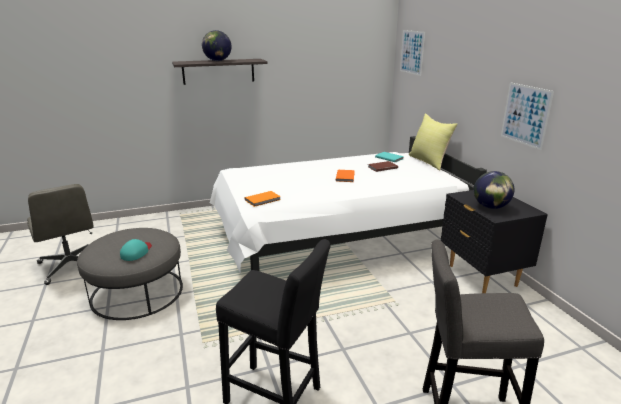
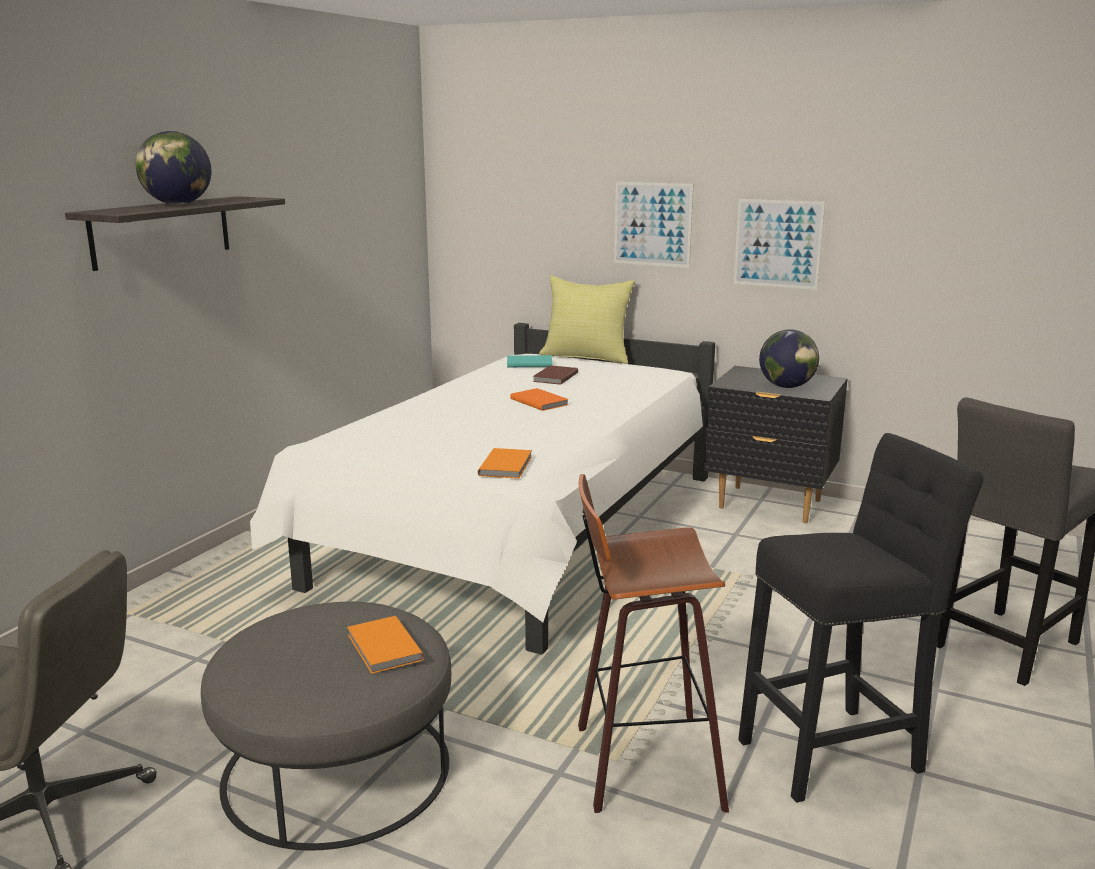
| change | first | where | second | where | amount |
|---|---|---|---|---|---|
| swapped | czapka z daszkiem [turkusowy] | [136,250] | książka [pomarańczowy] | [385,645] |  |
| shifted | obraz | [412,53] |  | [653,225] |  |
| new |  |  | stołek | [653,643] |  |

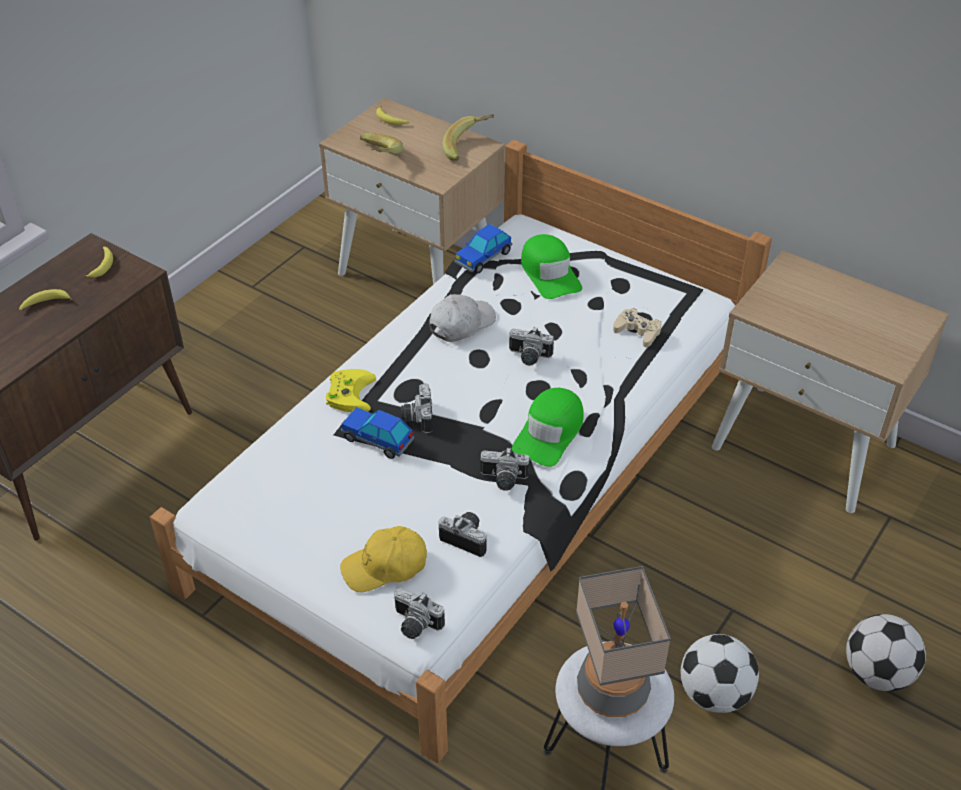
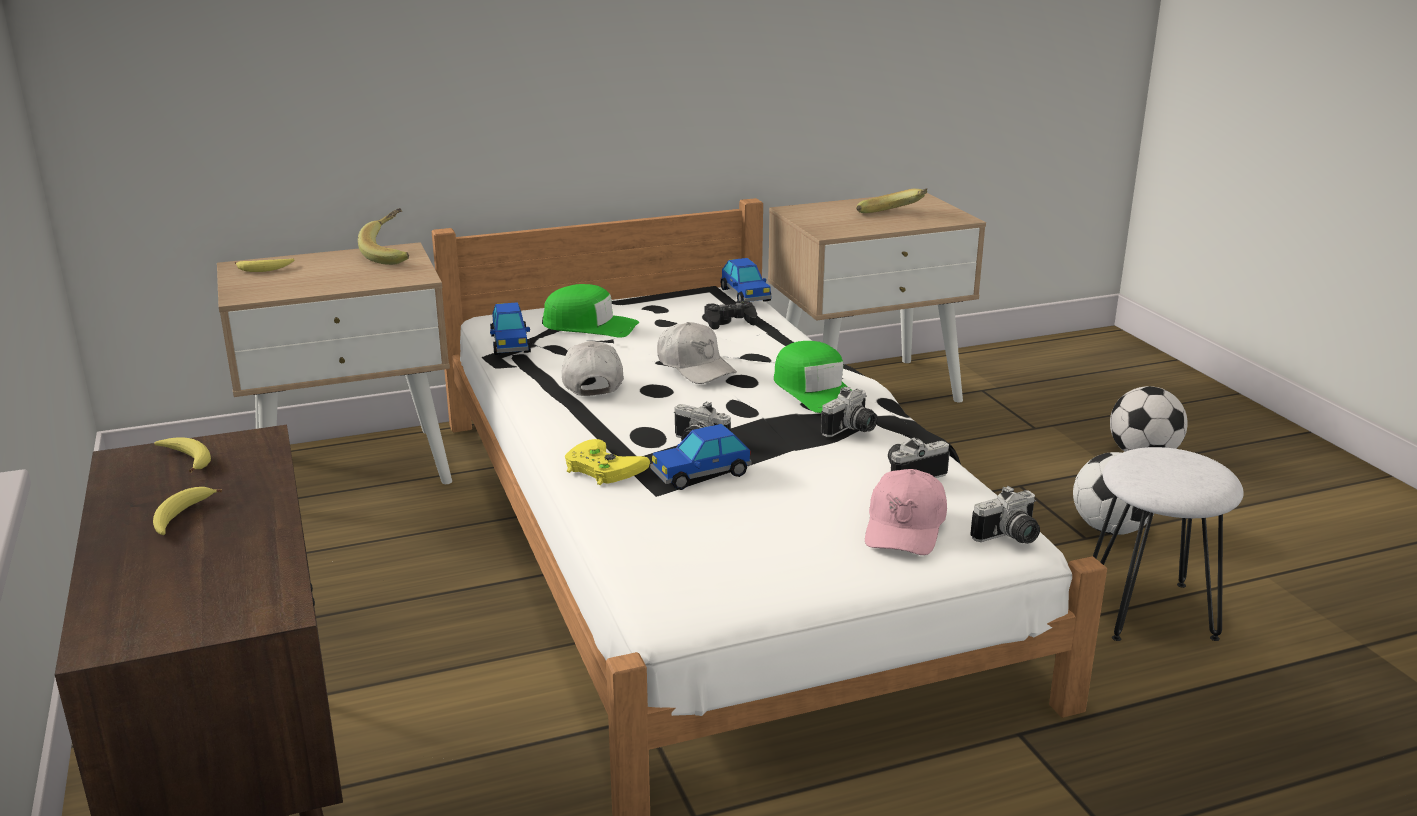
| change | first | where | second | where | amount |
|---|---|---|---|---|---|
| repainted | czapka z daszkiem [żółty] | [383,559] | czapka z daszkiem [różowy] | [906,512] |  |
| shifted | banan | [381,144] |  | [891,200] |  |
| swapped | aparat fotograficzny | [531,346] | czapka z daszkiem [biały] | [697,353] |  |
| gone | lampa stołowa | [623,641] |  |  |  |
| repainted | pad do gier [beżowy] | [637,327] | pad do gier [czarny] | [731,315] |  |
| new |  |  | samochodzik | [746,280] |  |

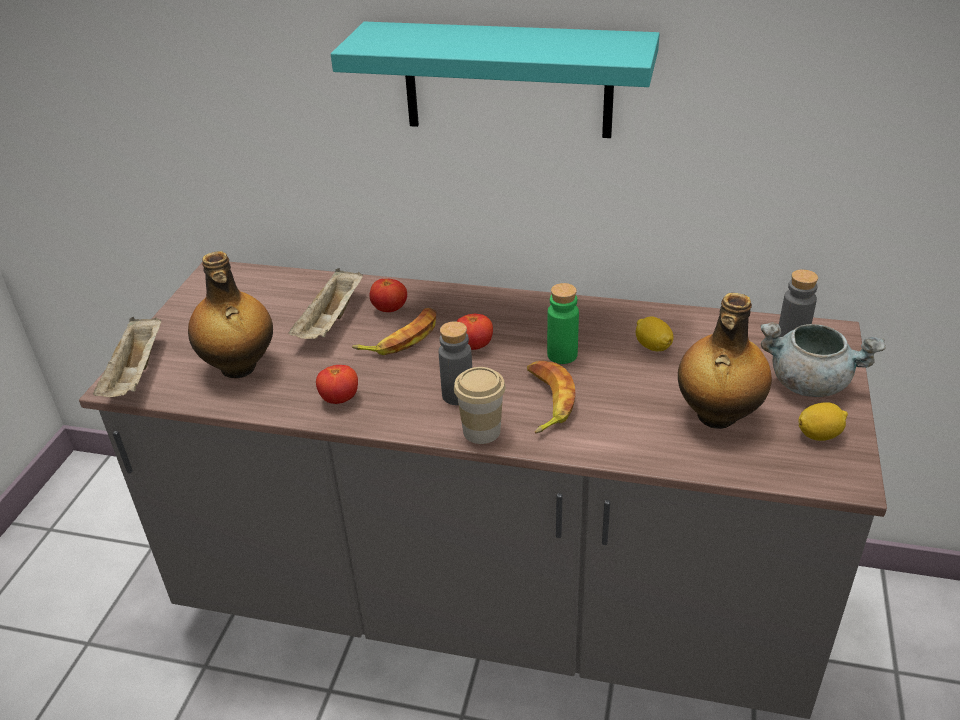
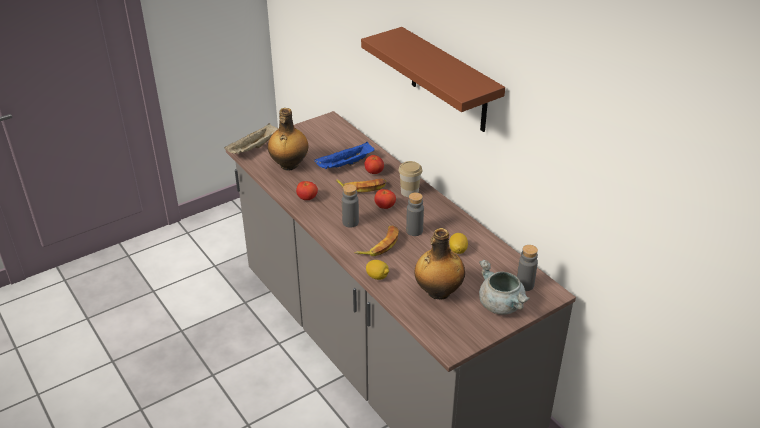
| change | first | where | second | where | amount |
|---|---|---|---|---|---|
| repainted | taca [beżowy] | [325,303] | taca [niebieski] | [344,155] |  |
| repainted | półka [turkusowy] | [495,80] | półka [brązowy] | [433,79] |  |
| shifted | filiżanka | [480,405] |  | [410,179] |  |
| repainted | butelka [zielony] | [563,323] | butelka [szary] | [415,214] |  |
| shifted | cytryna | [823,421] |  | [377,270] |  |

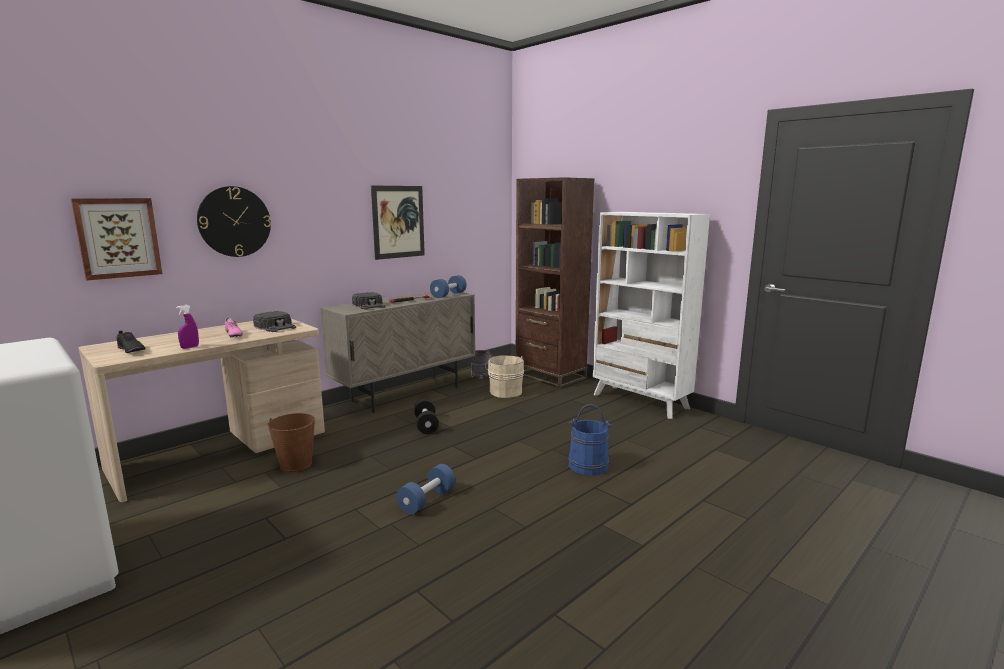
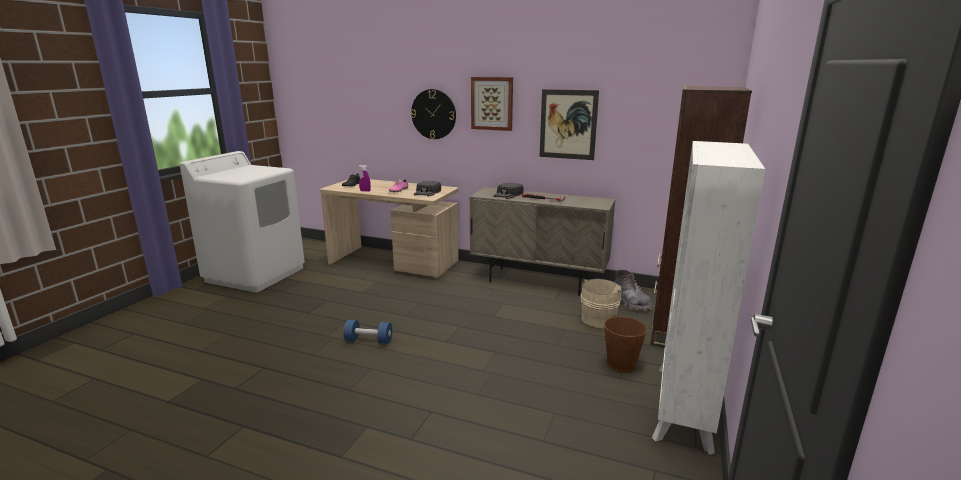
| change | first | where | second | where | amount |
|---|---|---|---|---|---|
| shifted | obraz | [116,239] |  | [492,104] |  |
| shifted | wiadro [brązowy] | [291,443] |  | [625,344] |  |
| gone | hantel [czarny] | [426,416] |  |  |  |
| gone | hantel [niebieski] | [448,286] |  |  |  |
| gone | wiadro [niebieski] | [590,439] |  |  |  |

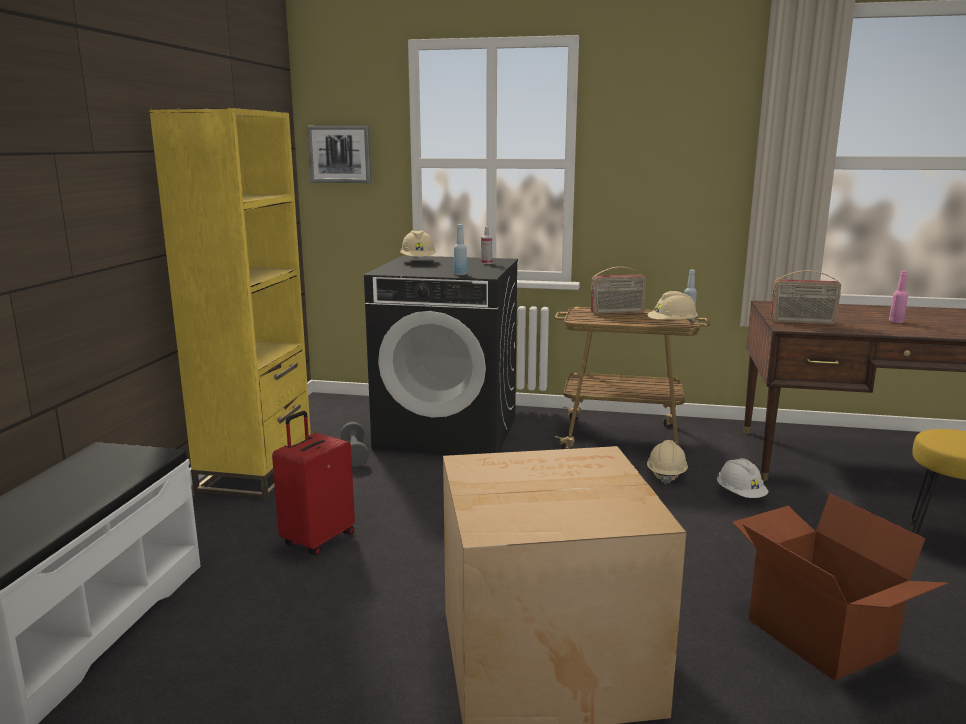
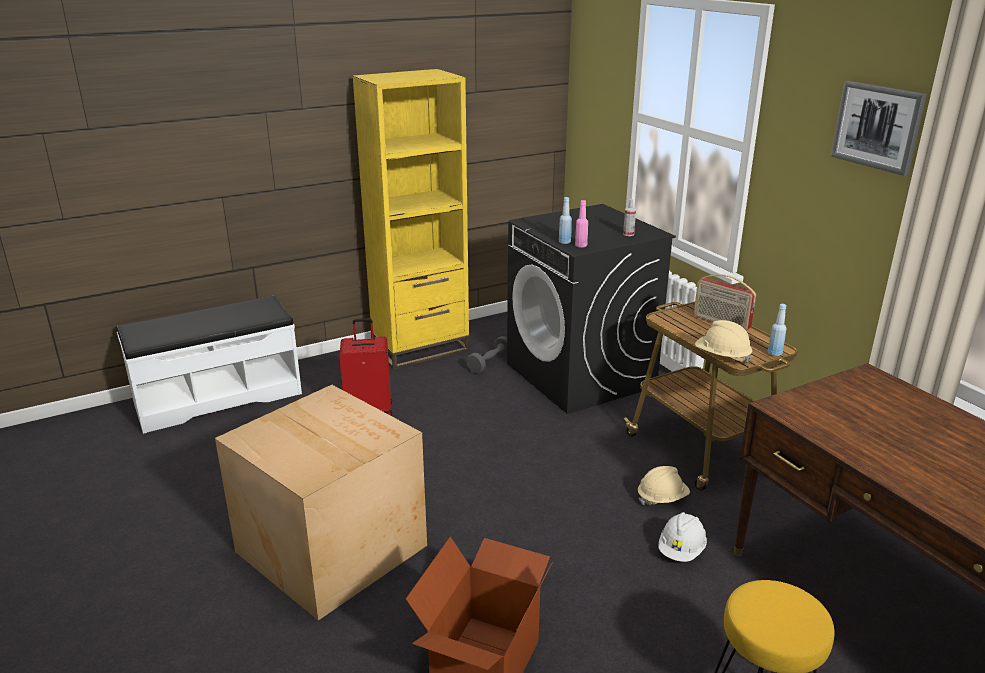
| change | first | where | second | where | amount |
|---|---|---|---|---|---|
| shifted | obraz | [339,154] |  | [879,128] |  |
| gone | kask [beżowy] | [418,244] |  |  |  |
| gone | radio | [806,297] |  |  |  |
| shifted | butelka [różowy] | [898,296] |  | [581,224] |  |

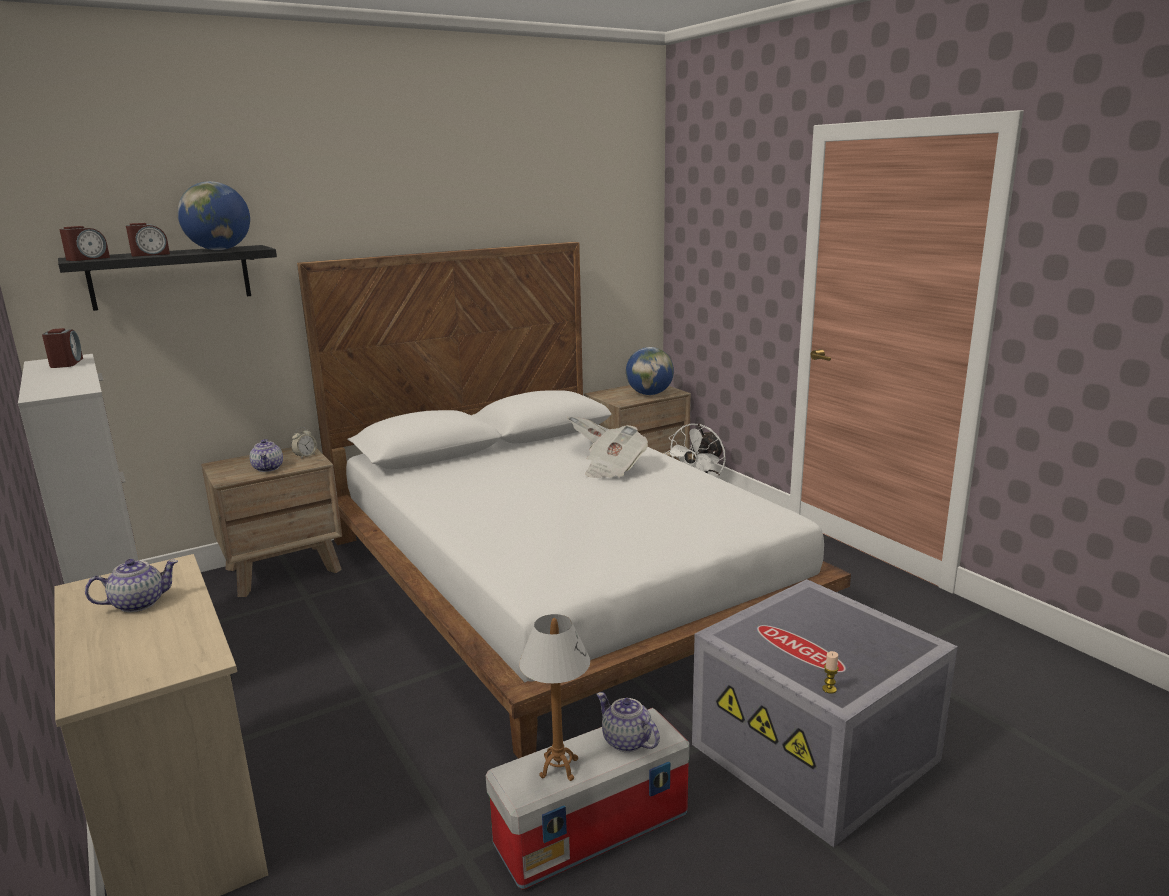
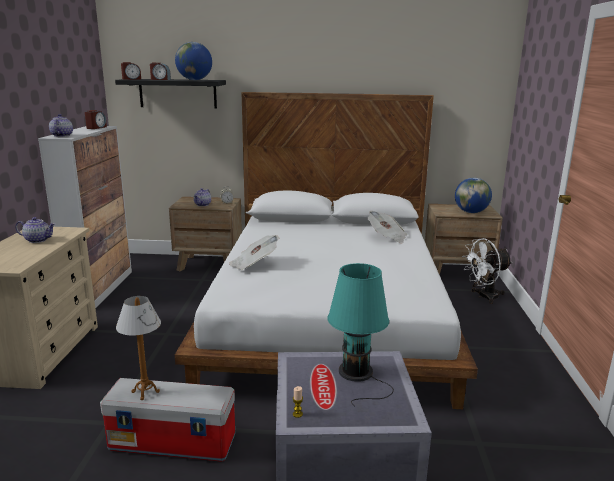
| change | first | where | second | where | amount |
|---|---|---|---|---|---|
| shifted | gazeta | [616,451] |  | [254,252] |  |
| shifted | imbryk | [628,722] |  | [61,125] |  |
| new |  |  | lampa stołowa [turkusowy] | [360,335] |  |

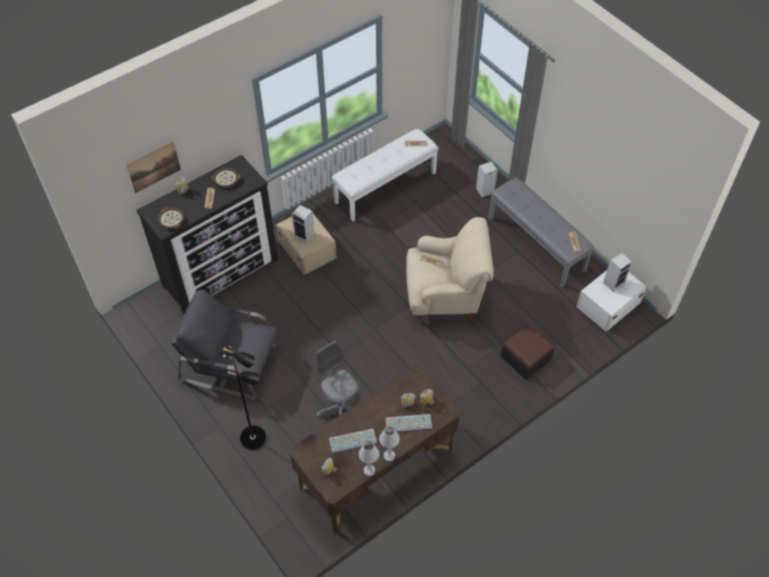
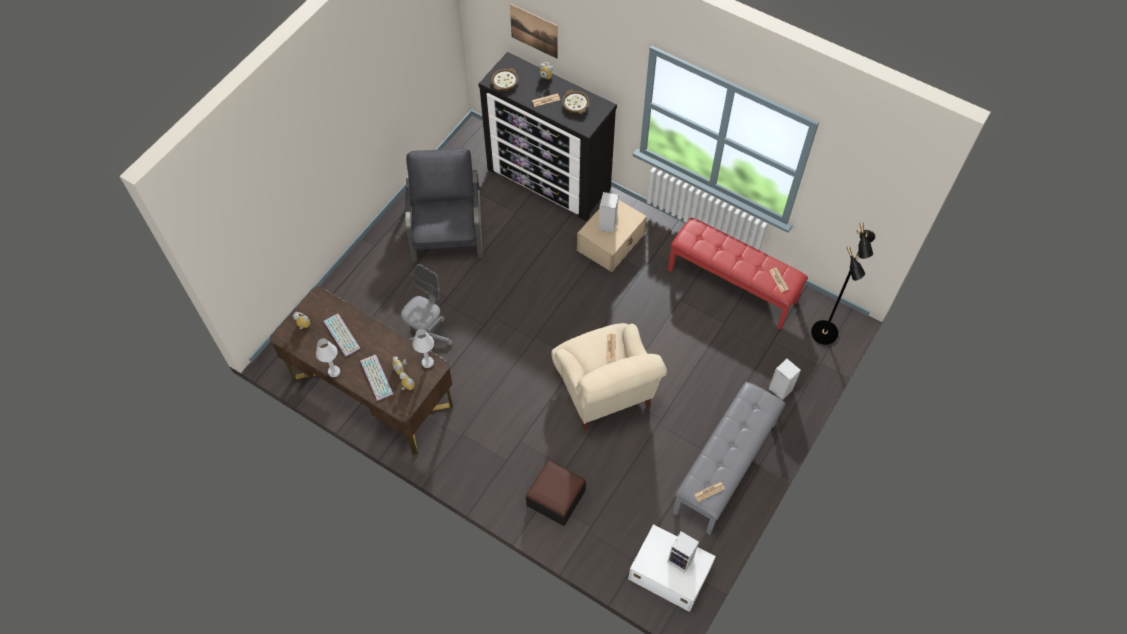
| change | first | where | second | where | amount |
|---|---|---|---|---|---|
| shifted | lampa stojąca [czarny] | [242,398] |  | [843,283] |  |
| repainted | ławka [biały] | [385,175] | ławka [czerwony] | [738,273] |  |
| shifted | lampa stołowa [biały] | [369,458] |  | [423,348] |  |

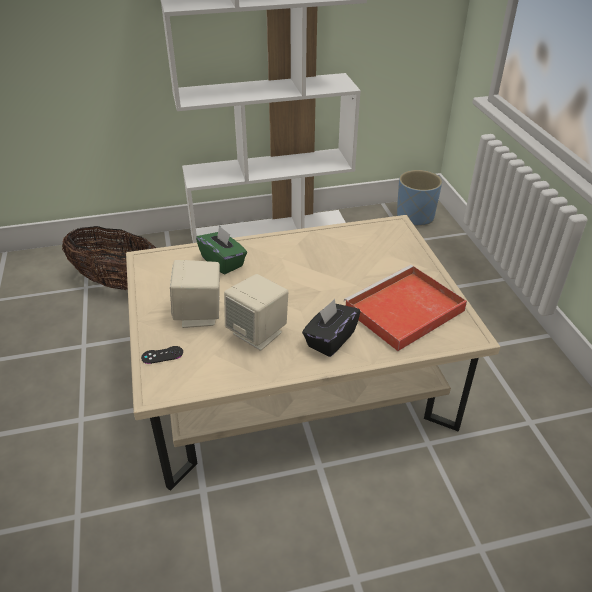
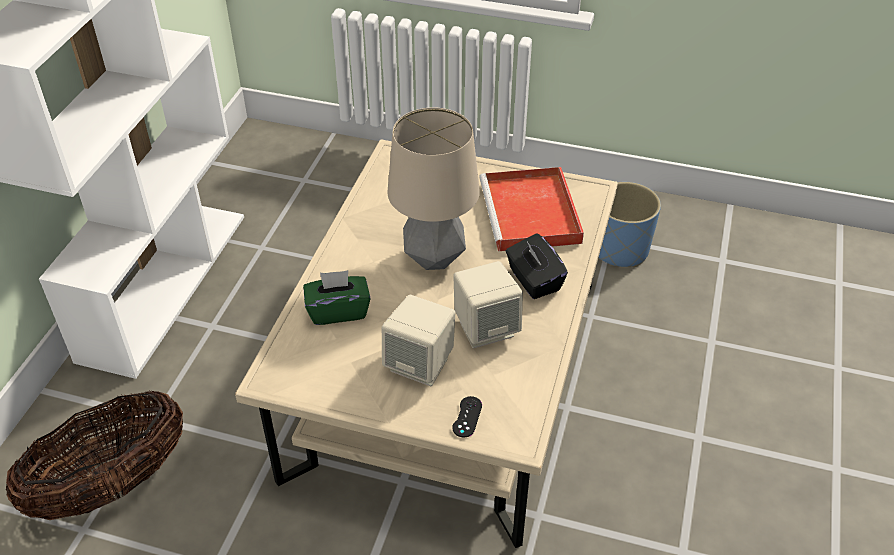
| change | first | where | second | where | amount |
|---|---|---|---|---|---|
| shifted | donica [niebieski] | [419,198] |  | [629,224] |  |
| new |  |  | lampa stołowa | [433,189] |  |

